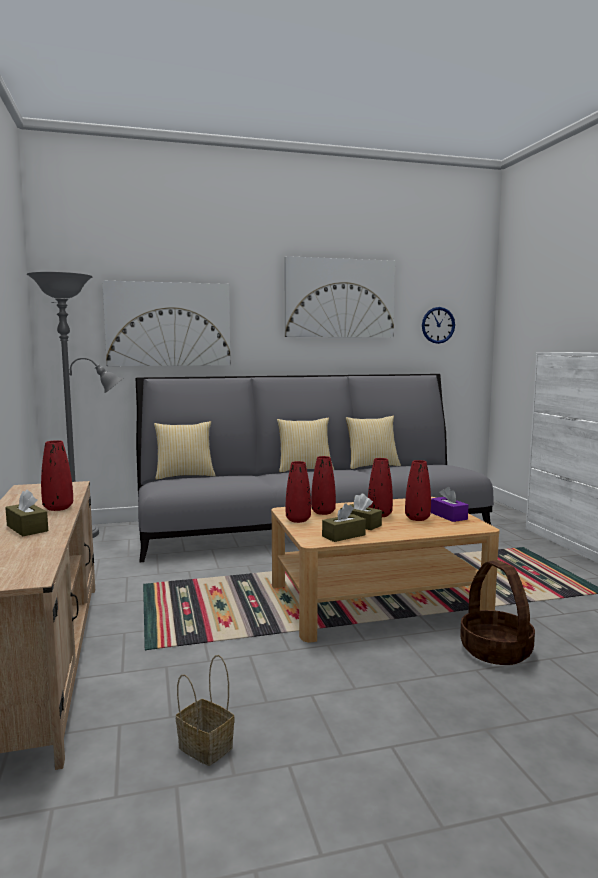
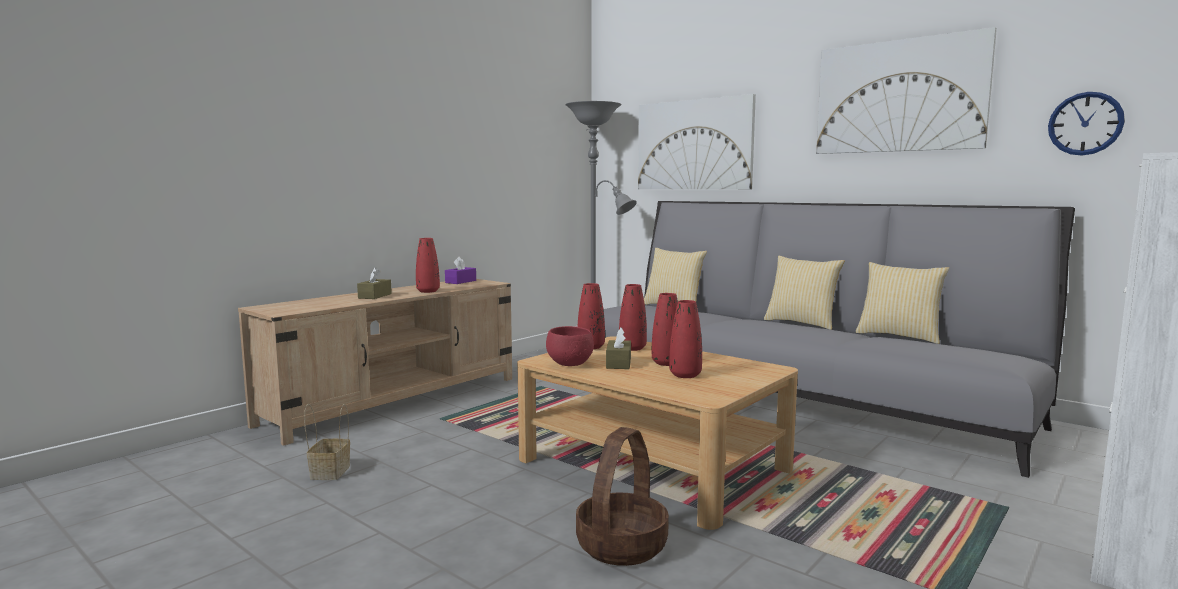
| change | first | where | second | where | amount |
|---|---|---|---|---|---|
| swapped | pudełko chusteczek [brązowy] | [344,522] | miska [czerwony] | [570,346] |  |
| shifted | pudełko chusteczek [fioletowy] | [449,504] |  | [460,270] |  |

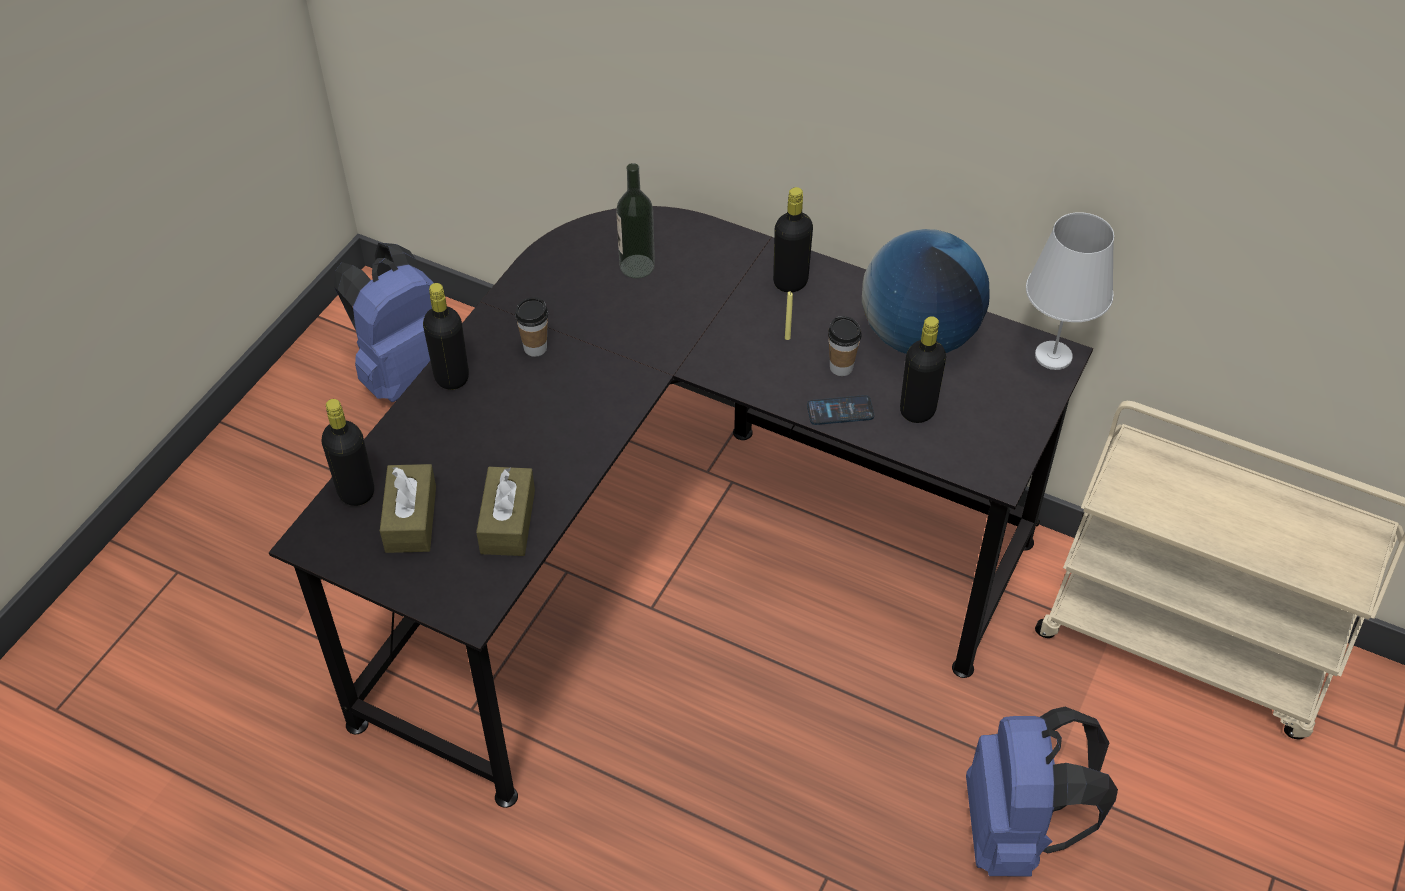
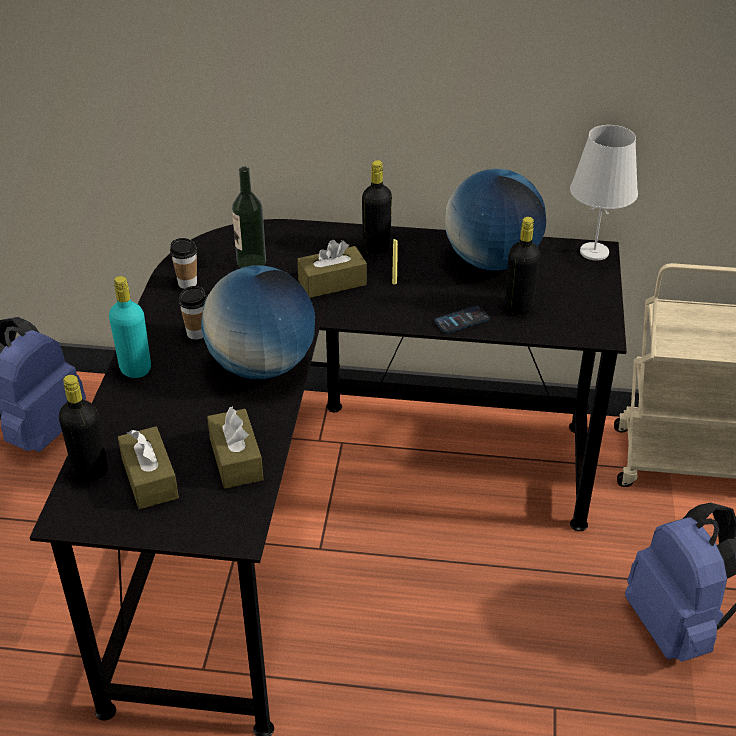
| change | first | where | second | where | amount |
|---|---|---|---|---|---|
| repainted | butelka [czarny] | [446,336] | butelka [turkusowy] | [130,327] |  |
| shifted | filiżanka | [845,346] |  | [183,263] |  |
| new |  |  | globus | [258,322] |  |
| new |  |  | pudełko chusteczek [brązowy] | [332,269] |  |

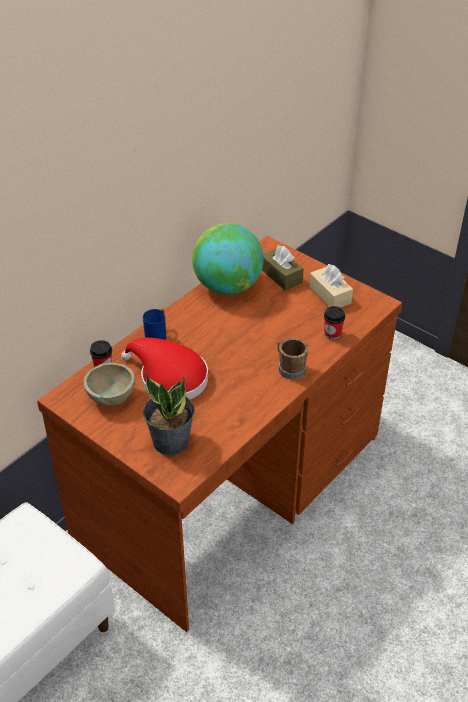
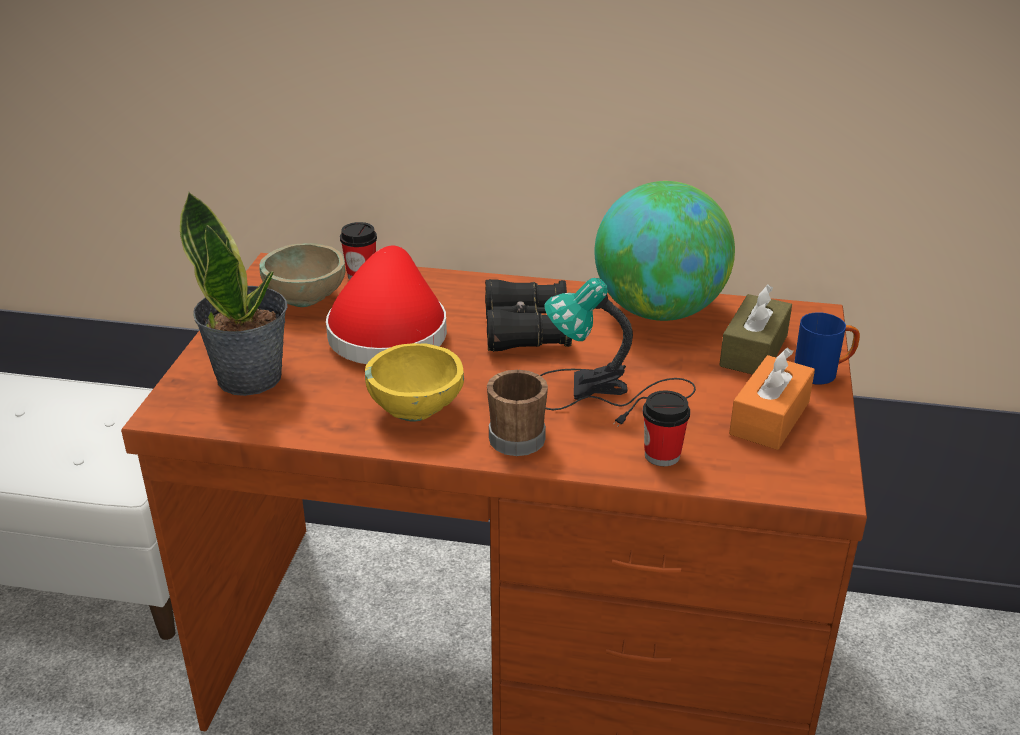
| change | first | where | second | where | amount |
|---|---|---|---|---|---|
| shifted | kubek [niebieski] | [154,324] |  | [827,348] |  |
| repainted | pudełko chusteczek [beżowy] | [331,286] | pudełko chusteczek [pomarańczowy] | [772,398] |  |
| new |  |  | miska [żółty] | [414,382] |  |
| new |  |  | lornetka [czarny] | [528,315] |  |
| new |  |  | lampa stołowa | [618,352] |  |

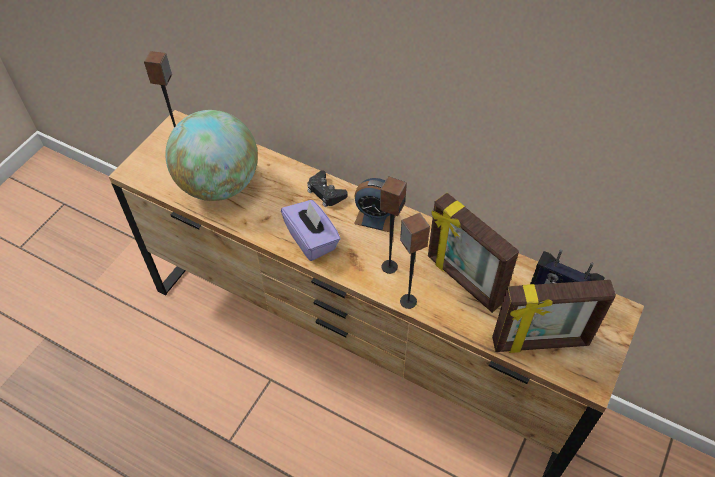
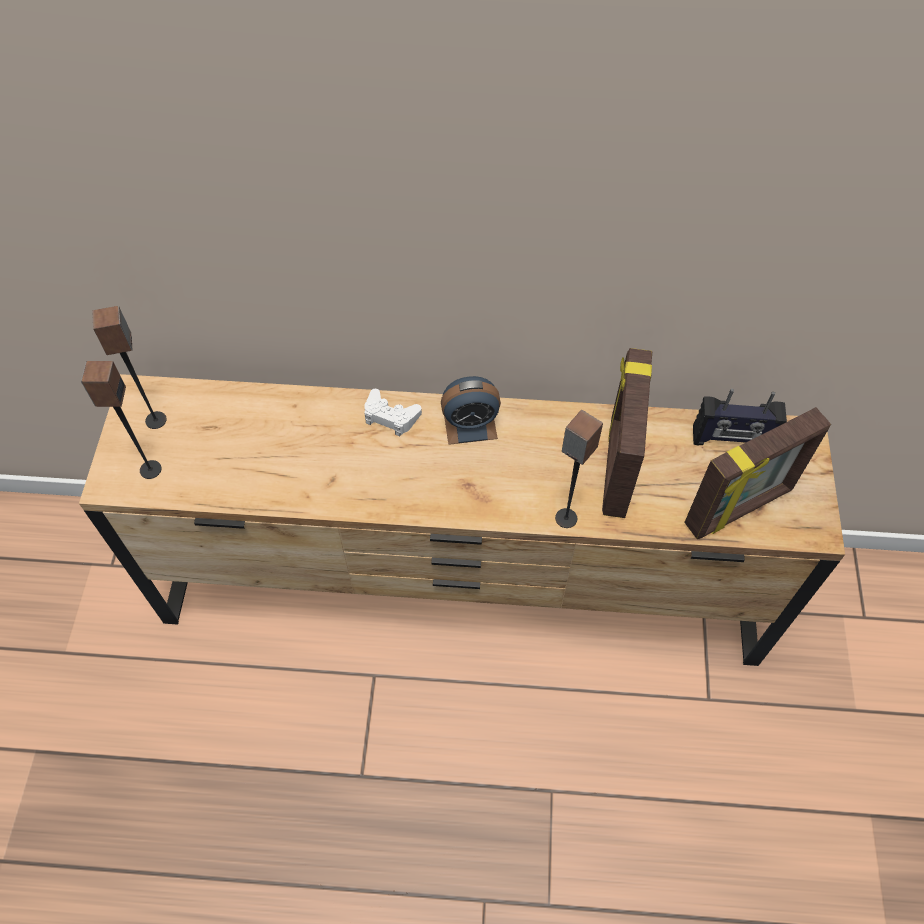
| change | first | where | second | where | amount |
|---|---|---|---|---|---|
| gone | globus | [211,155] |  |  |  |
| gone | pudełko chusteczek [fioletowy] | [311,230] |  |  |  |
| repainted | pad do gier [czarny] | [327,188] | pad do gier [biały] | [393,412] |  |
| shifted | głośnik | [393,225] |  | [121,420] |  |
| rotated | ramka na zdjęcie | [473,253] |  | [627,433] | 75 degrees clockwise |

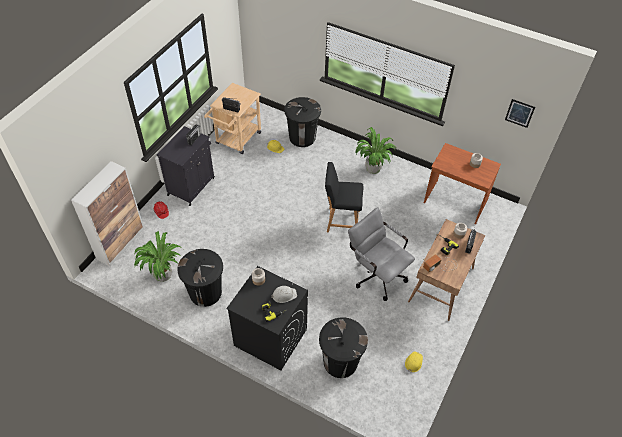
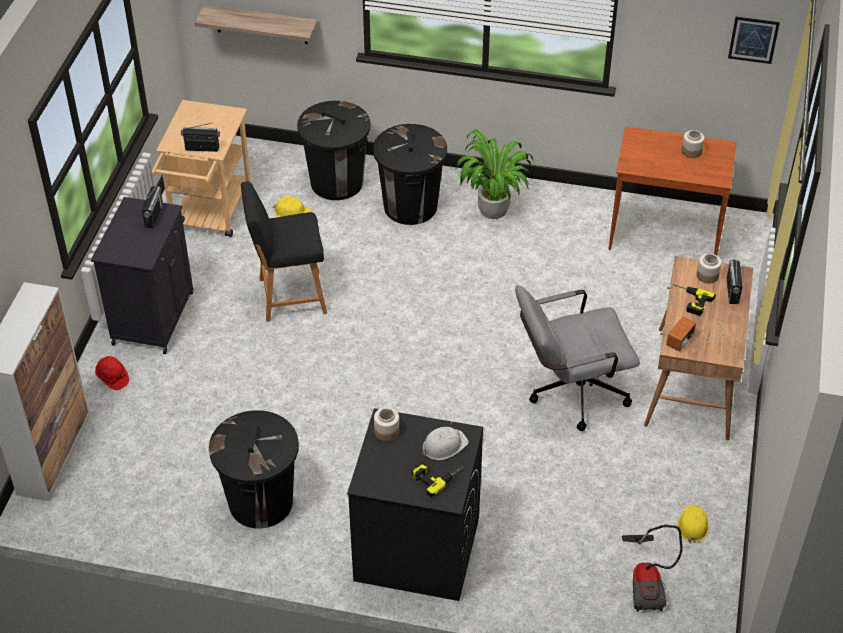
| change | first | where | second | where | amount |
|---|---|---|---|---|---|
| gone | roślina doniczkowa | [158,256] |  |  |  |
| shifted | kosz na śmieci [czarny] | [343,347] |  | [410,174] |  |
| shifted | stołek [czarny] | [344,197] |  | [284,252] |  |
| rotated | krzesło biurowe [szary] | [381,254] |  | [577,358] | 45 degrees counterclockwise |
| new |  |  | półka | [256,24] |  |
| new |  |  | odkurzacz | [652,568] |  |

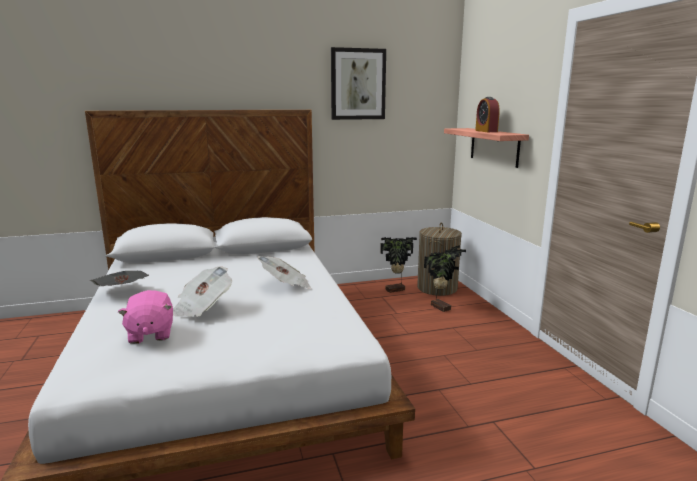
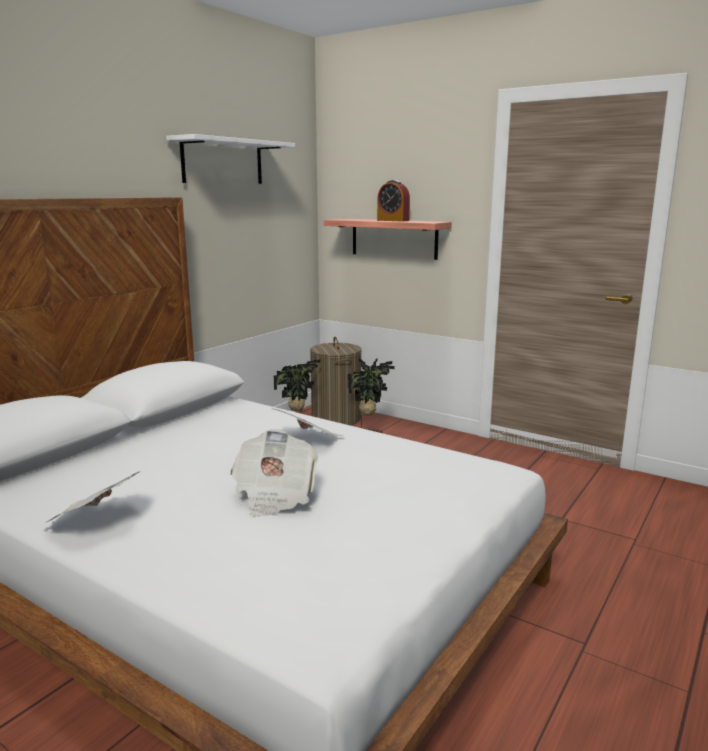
| change | first | where | second | where | amount |
|---|---|---|---|---|---|
| gone | pluszak [różowy] | [145,317] |  |  |  |
| swapped | obraz | [358,83] | półka [biały] | [230,159] |  |

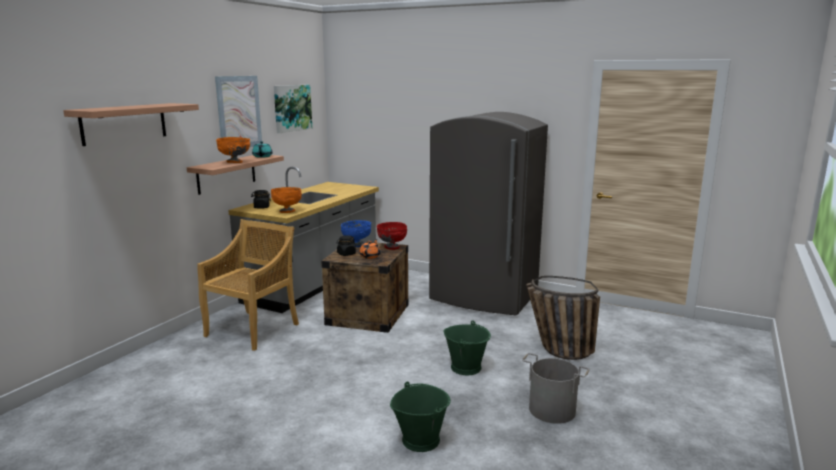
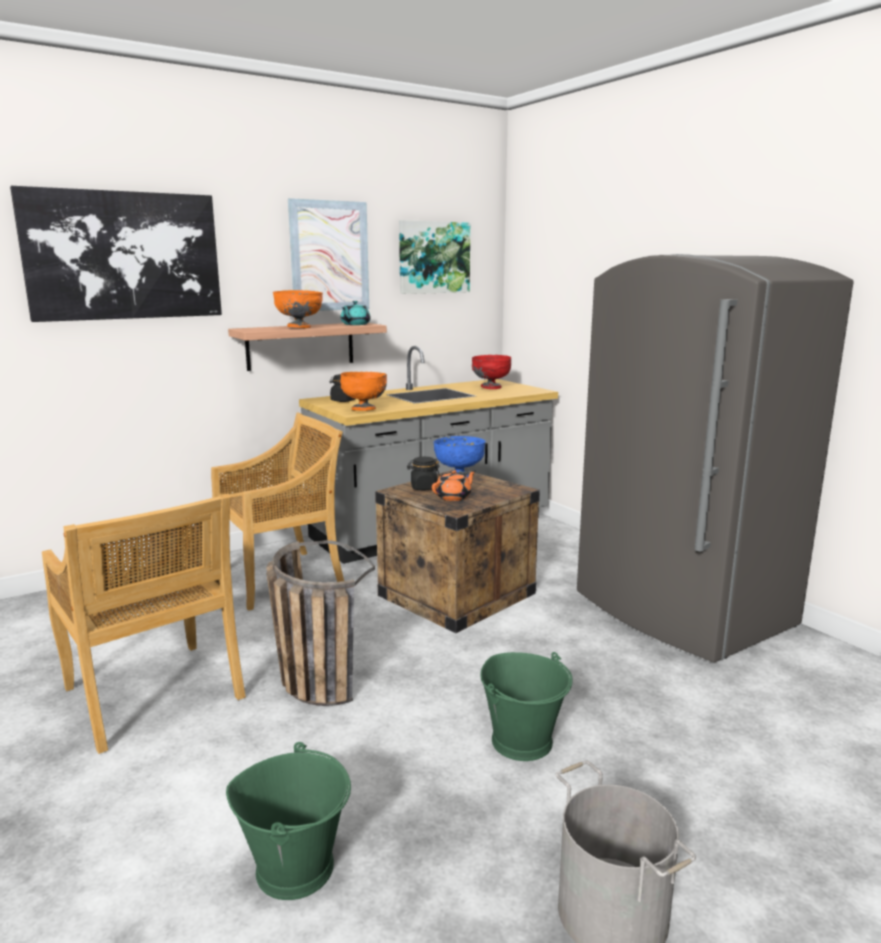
| change | first | where | second | where | amount |
|---|---|---|---|---|---|
| swapped | półka | [131,124] | obraz | [116,254] |  |
| shifted | miska [czerwony] | [392,236] |  | [491,372] |  |
| shifted | koszyk | [563,318] |  | [320,623] |  |
| new |  |  | krzesło [beżowy] | [144,623] |  |

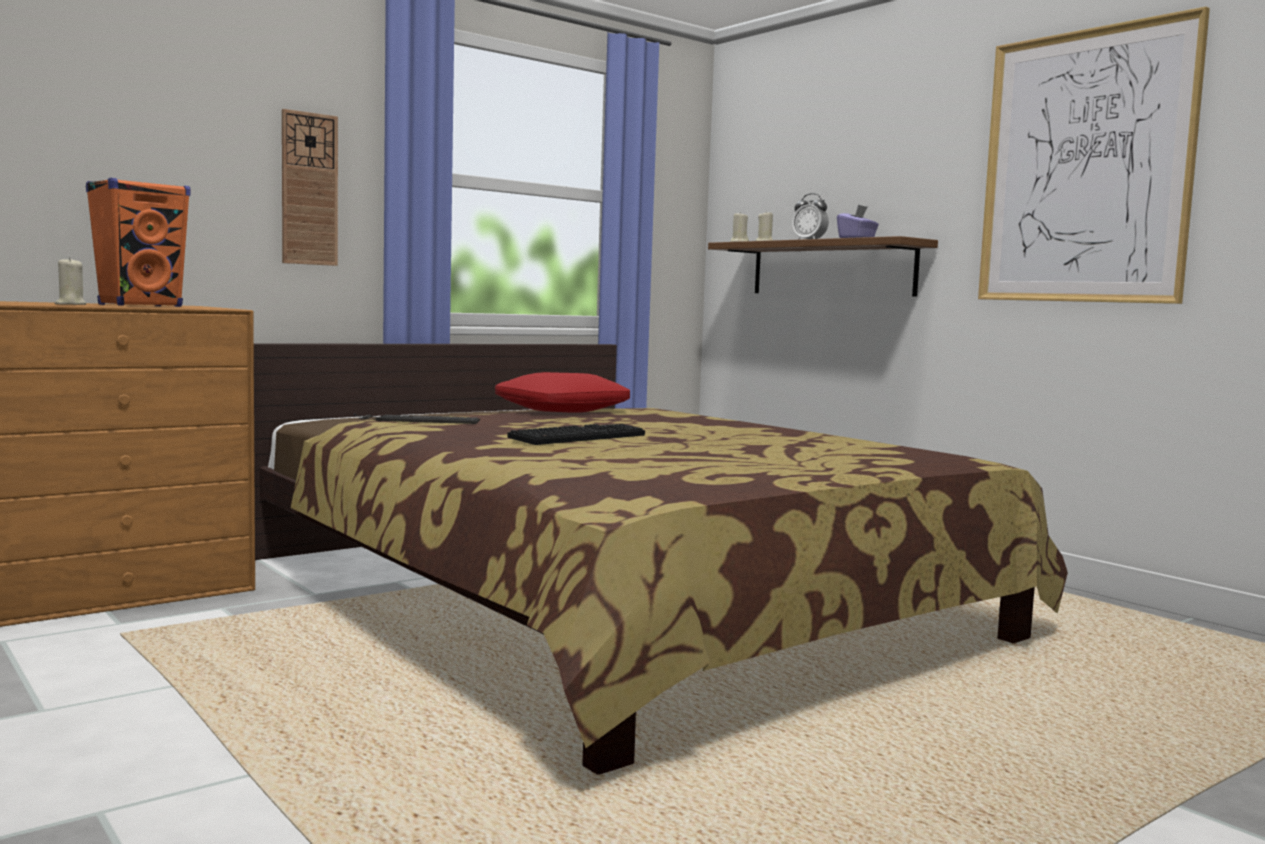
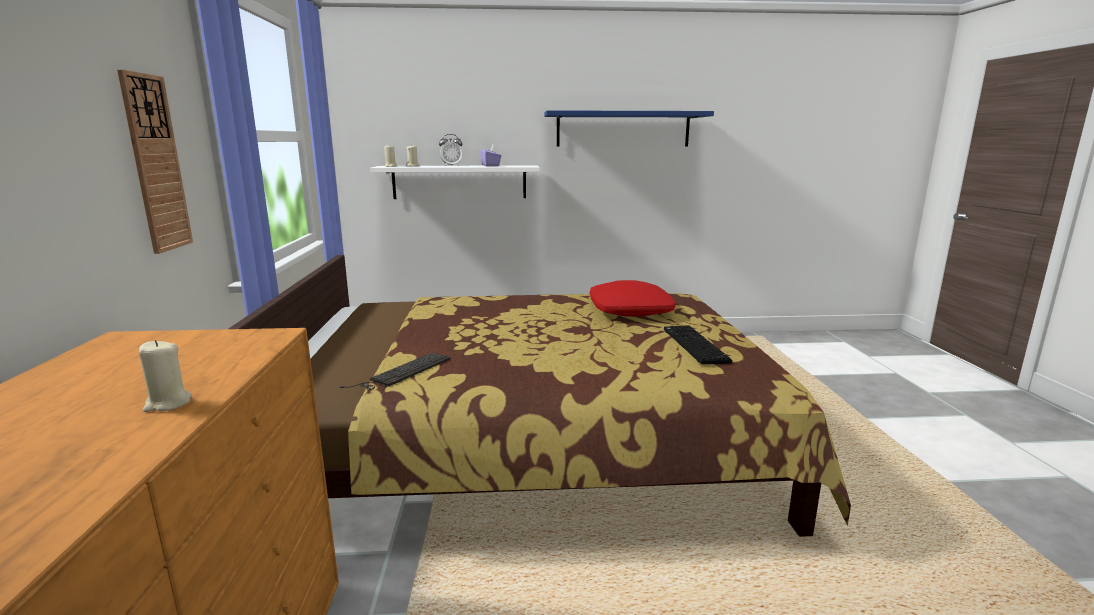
| change | first | where | second | where | amount |
|---|---|---|---|---|---|
| gone | głośnik [pomarańczowy] | [138,242] |  |  |  |
| shifted | poduszka [czerwony] | [562,392] |  | [632,298] |  |
| shifted | klawiatura | [576,434] |  | [698,345] |  |
| repainted | półka [brązowy] | [823,266] | półka [biały] | [455,182] |  |
| swapped | obraz | [1094,155] | półka [niebieski] | [629,128] |  |

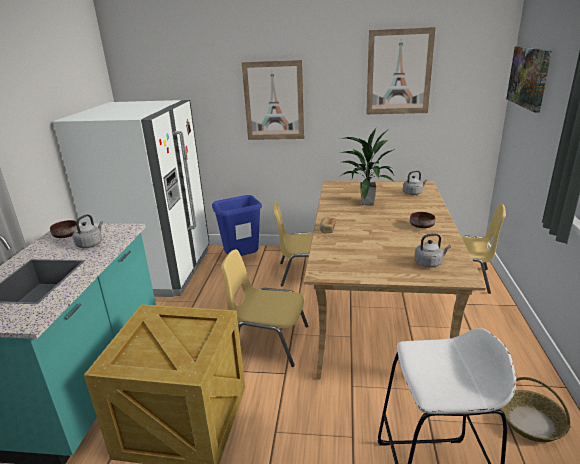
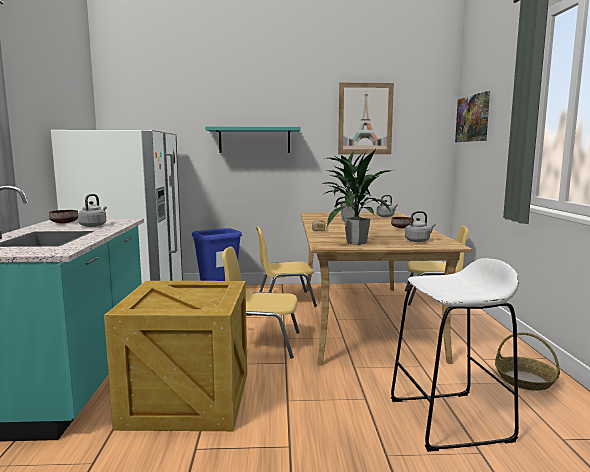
| change | first | where | second | where | amount |
|---|---|---|---|---|---|
| swapped | obraz | [273,100] | półka [turkusowy] | [253,140] |  |
| new |  |  | roślina doniczkowa | [361,197] |  |

